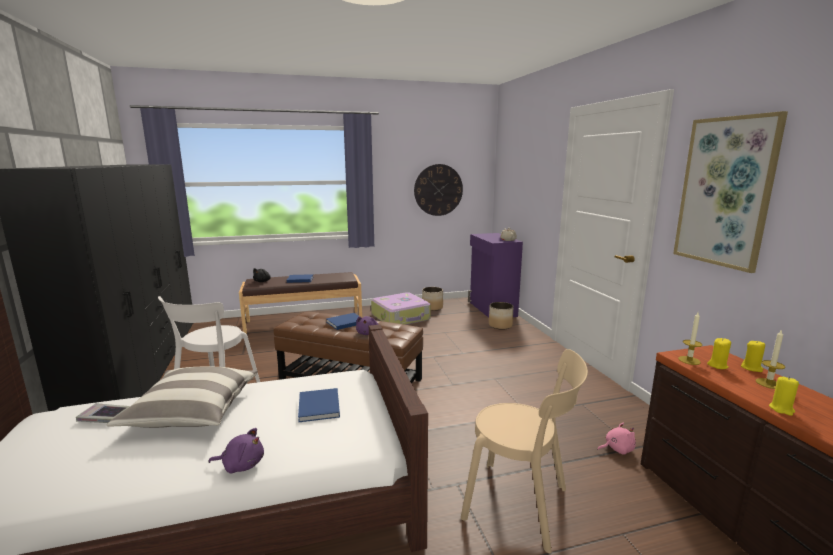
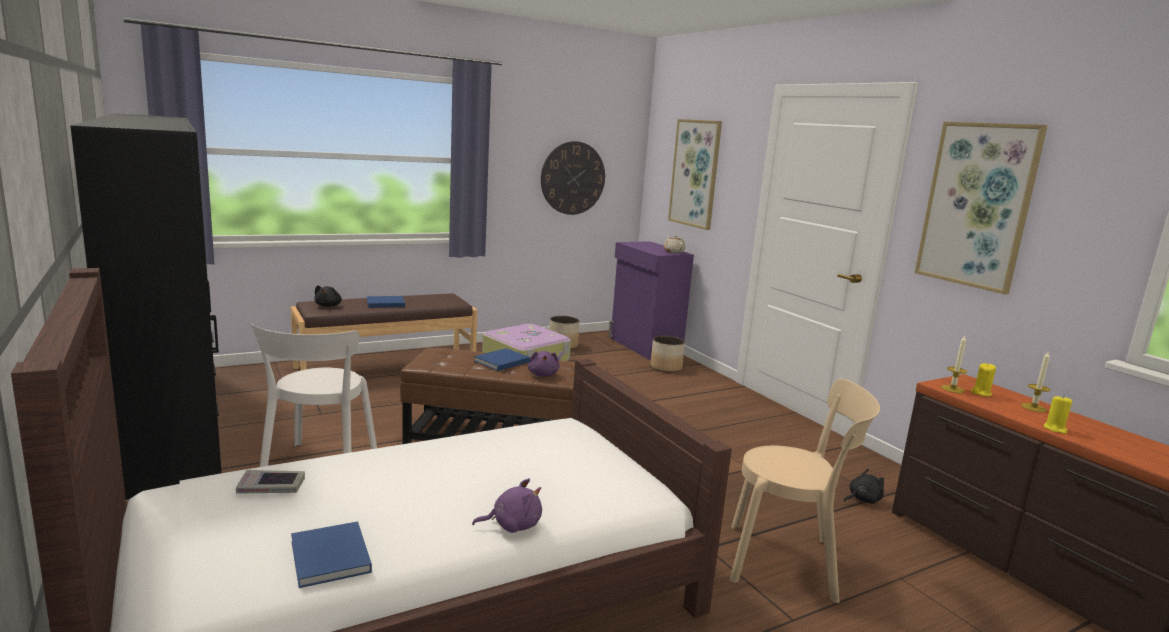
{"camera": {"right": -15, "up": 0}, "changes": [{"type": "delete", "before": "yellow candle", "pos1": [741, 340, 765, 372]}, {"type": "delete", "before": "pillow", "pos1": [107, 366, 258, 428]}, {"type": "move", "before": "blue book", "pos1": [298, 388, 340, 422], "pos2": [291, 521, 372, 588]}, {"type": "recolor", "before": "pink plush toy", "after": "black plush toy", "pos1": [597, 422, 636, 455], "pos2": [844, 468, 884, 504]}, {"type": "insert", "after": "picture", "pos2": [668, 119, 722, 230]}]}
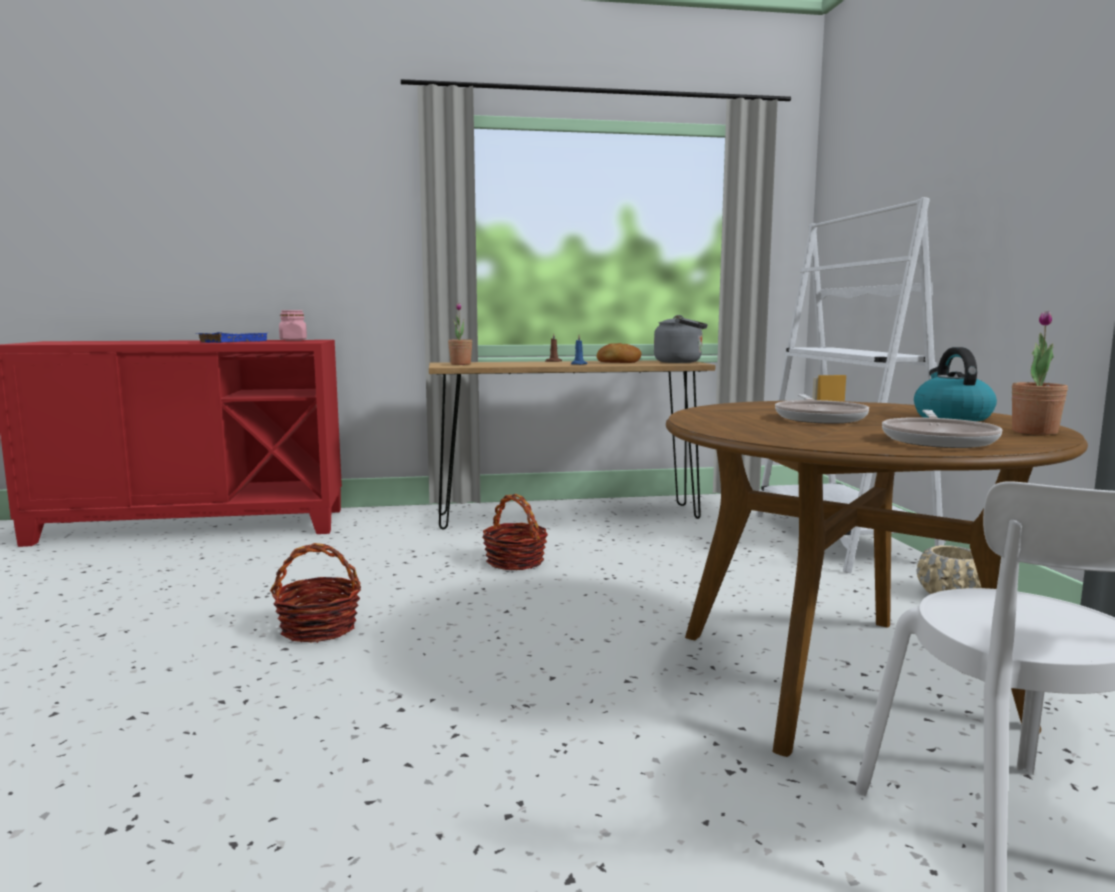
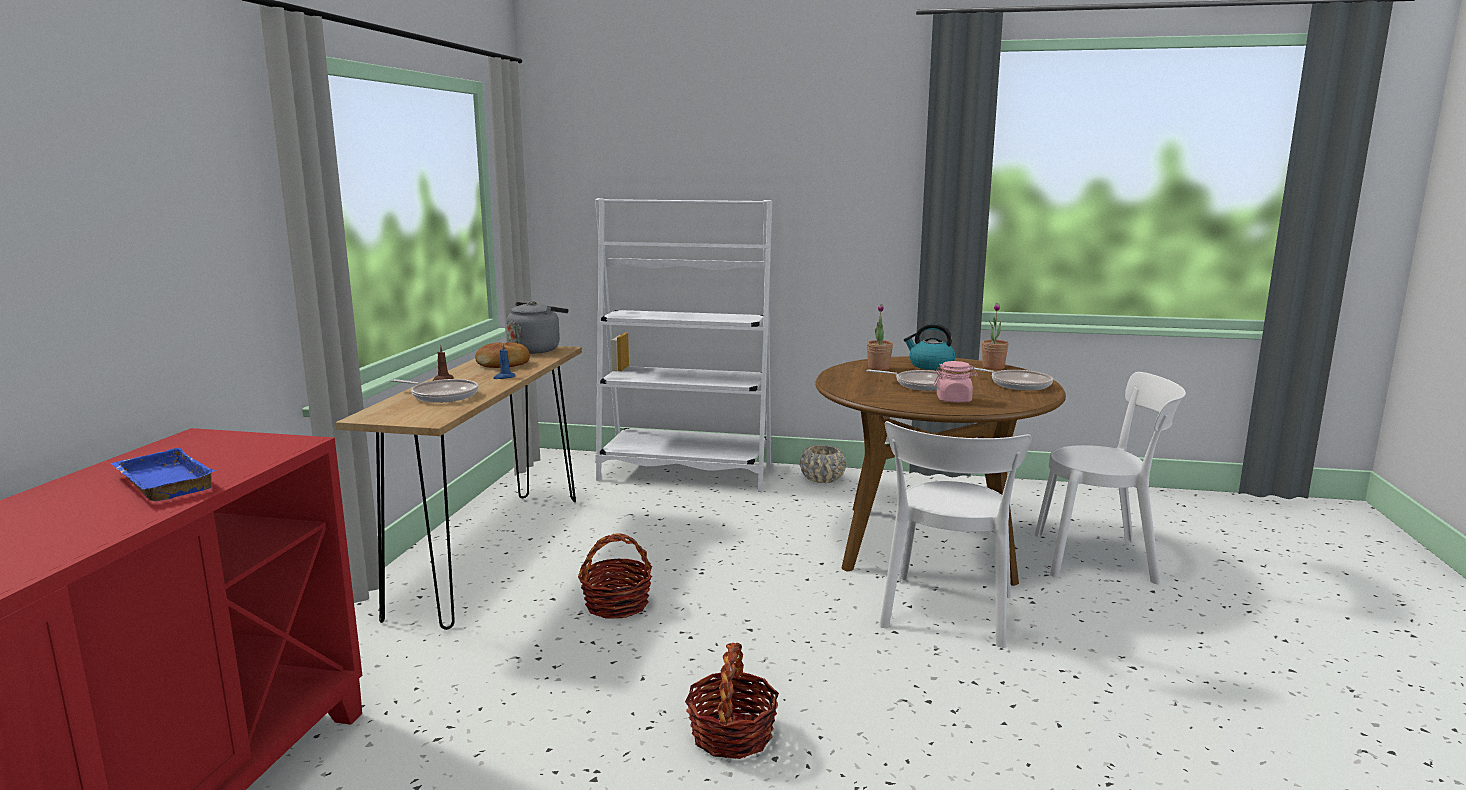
{"camera": {"right": -70, "up": 5}, "changes": [{"type": "move", "before": "potted plant", "pos1": [448, 303, 472, 365], "pos2": [867, 304, 893, 370]}, {"type": "move", "before": "pink jar", "pos1": [279, 310, 307, 341], "pos2": [934, 361, 978, 403]}, {"type": "insert", "after": "frying pan", "pos2": [390, 379, 479, 403]}, {"type": "insert", "after": "white chair", "pos2": [880, 421, 1032, 648]}]}
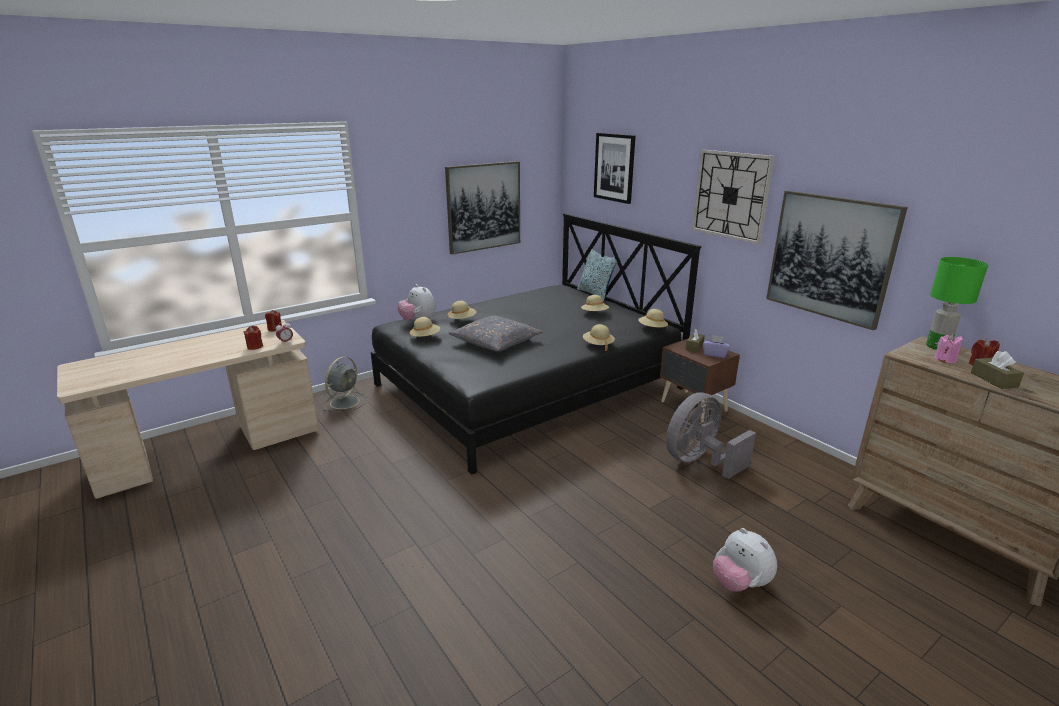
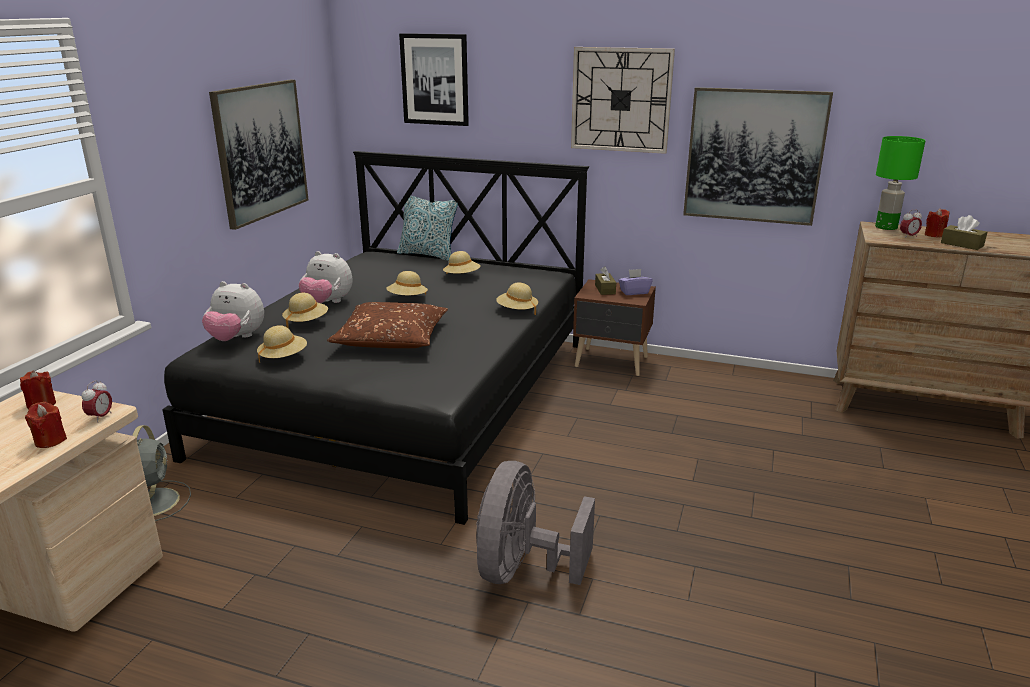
{"camera": {"right": -35, "up": 0}, "changes": [{"type": "move", "before": "beige hat", "pos1": [638, 309, 668, 328], "pos2": [386, 271, 428, 295]}, {"type": "recolor", "before": "grey pillow", "after": "brown pillow", "pos1": [448, 315, 543, 351], "pos2": [327, 302, 448, 348]}, {"type": "replace", "before": "pink candle", "after": "alarm clock", "pos1": [934, 334, 963, 363], "pos2": [900, 210, 922, 238]}, {"type": "move", "before": "grey fan", "pos1": [666, 392, 756, 479], "pos2": [476, 461, 595, 585]}, {"type": "move", "before": "plush toy", "pos1": [713, 528, 777, 592], "pos2": [299, 251, 353, 303]}]}
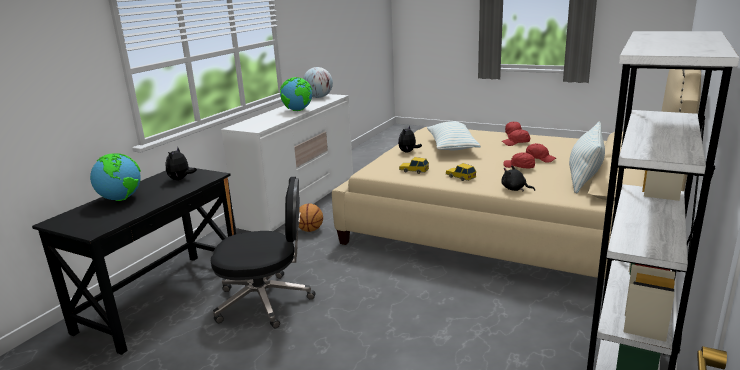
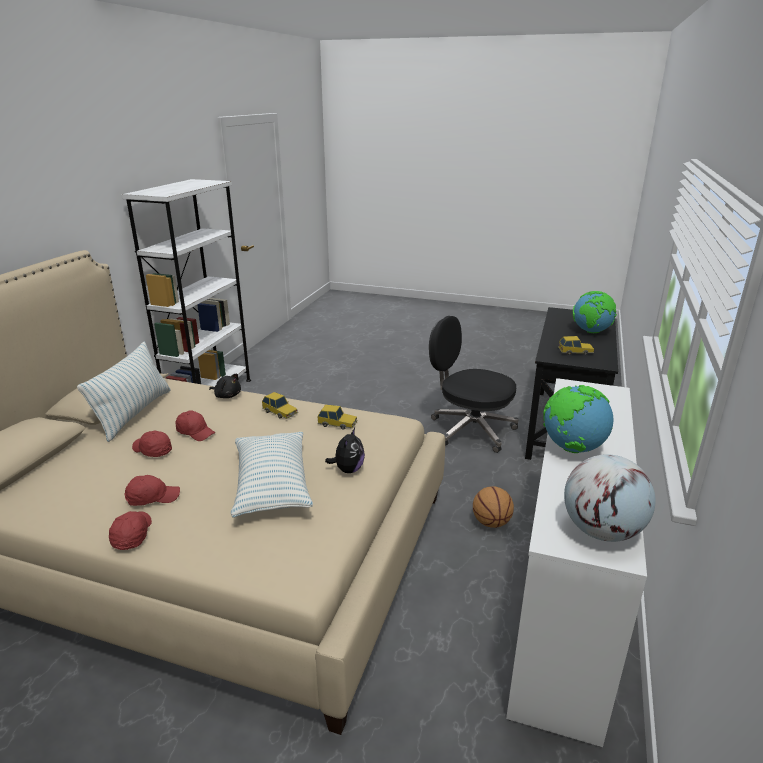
{"camera": {"right": 170, "up": 5}, "changes": [{"type": "replace", "before": "plush toy", "after": "toy car", "pos1": [166, 147, 197, 180], "pos2": [558, 336, 594, 355]}, {"type": "rotate", "before": "black office chair", "pos1": [211, 177, 315, 328], "pos2": [429, 316, 519, 453], "turn": 45}]}
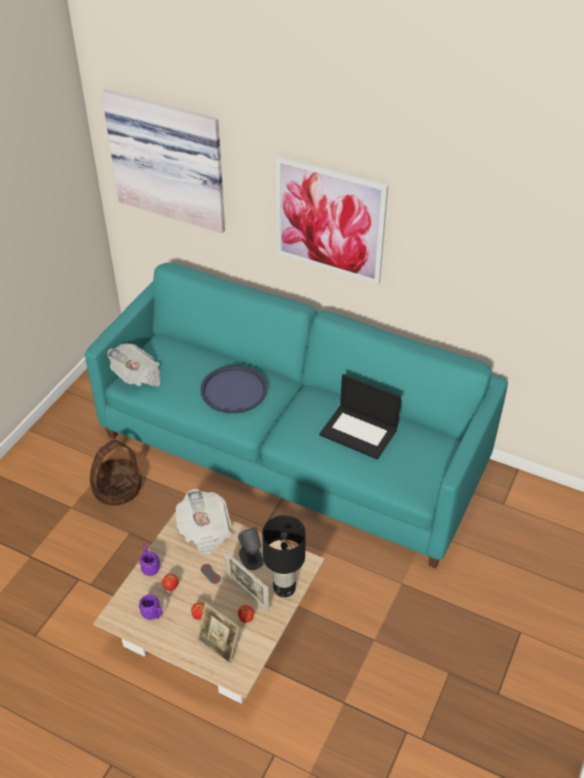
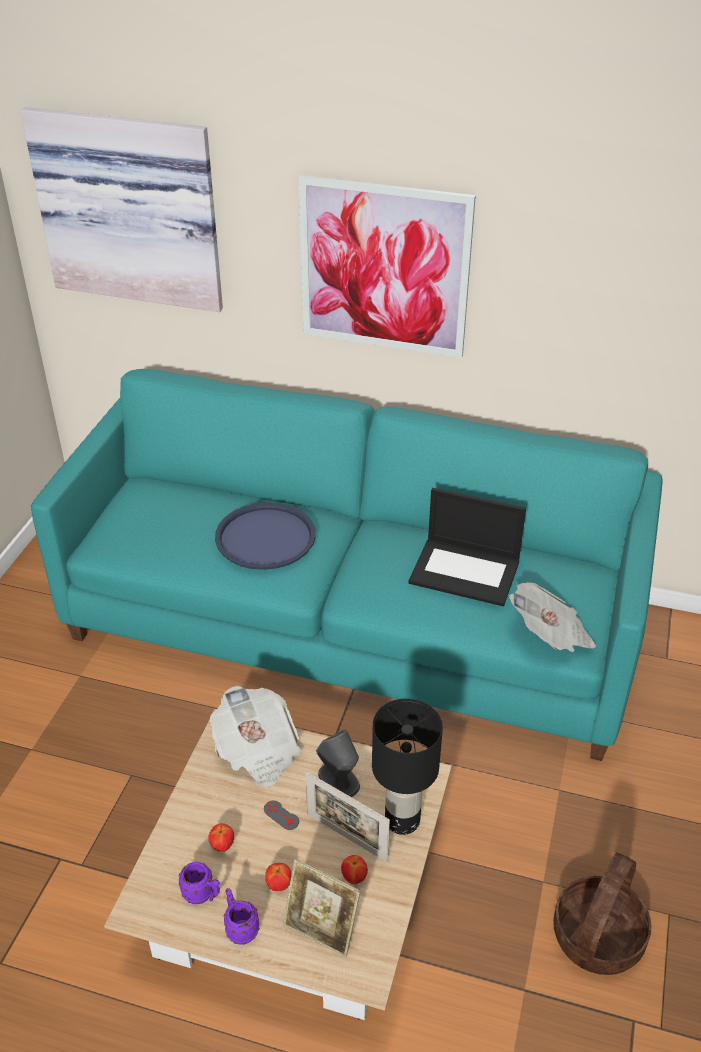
{"camera": {"right": -10, "up": -5}, "changes": [{"type": "move", "before": "newspaper", "pos1": [107, 344, 160, 386], "pos2": [509, 582, 596, 652]}, {"type": "move", "before": "basket", "pos1": [90, 440, 142, 506], "pos2": [553, 852, 652, 975]}, {"type": "move", "before": "purple mug", "pos1": [139, 544, 160, 576], "pos2": [224, 888, 259, 945]}]}
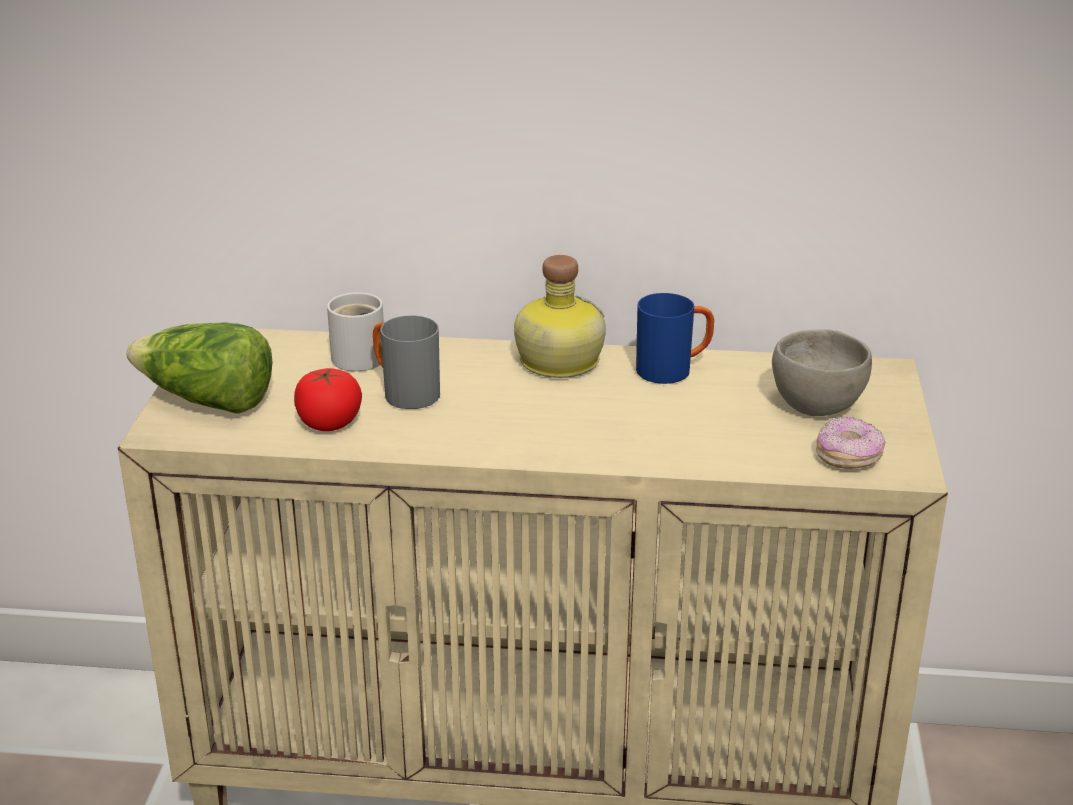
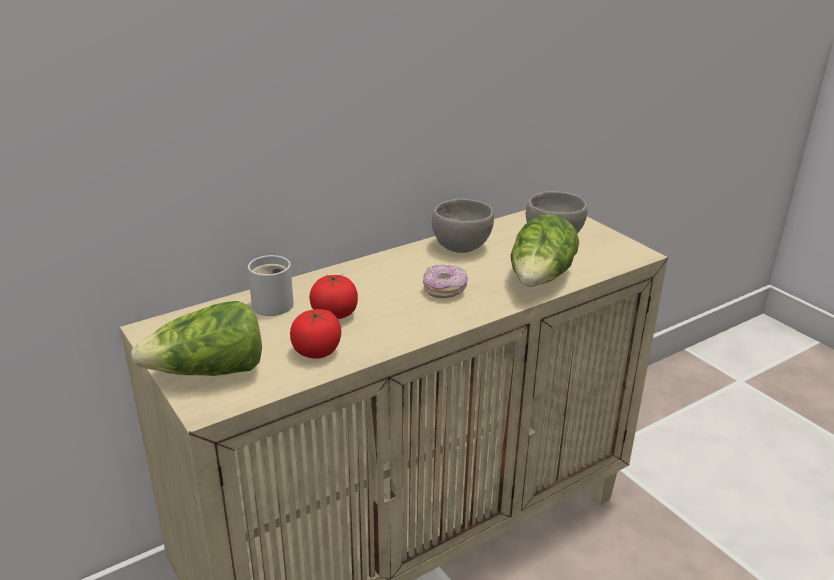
{"camera": {"right": -40, "up": 0}, "changes": [{"type": "delete", "before": "bottle", "pos1": [514, 255, 606, 378]}, {"type": "replace", "before": "blue mug", "after": "grey bowl", "pos1": [636, 293, 714, 384], "pos2": [432, 199, 494, 253]}, {"type": "replace", "before": "grey mug", "after": "tomato", "pos1": [373, 316, 440, 409], "pos2": [309, 275, 358, 319]}, {"type": "move", "before": "donut", "pos1": [816, 416, 886, 469], "pos2": [423, 265, 468, 298]}, {"type": "insert", "after": "lettuce", "pos2": [510, 214, 579, 286]}]}
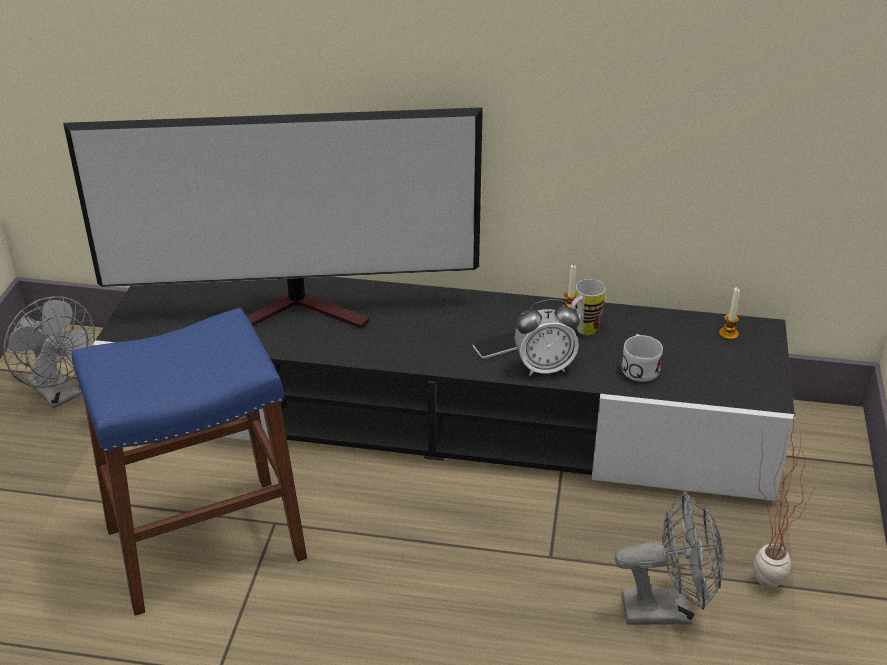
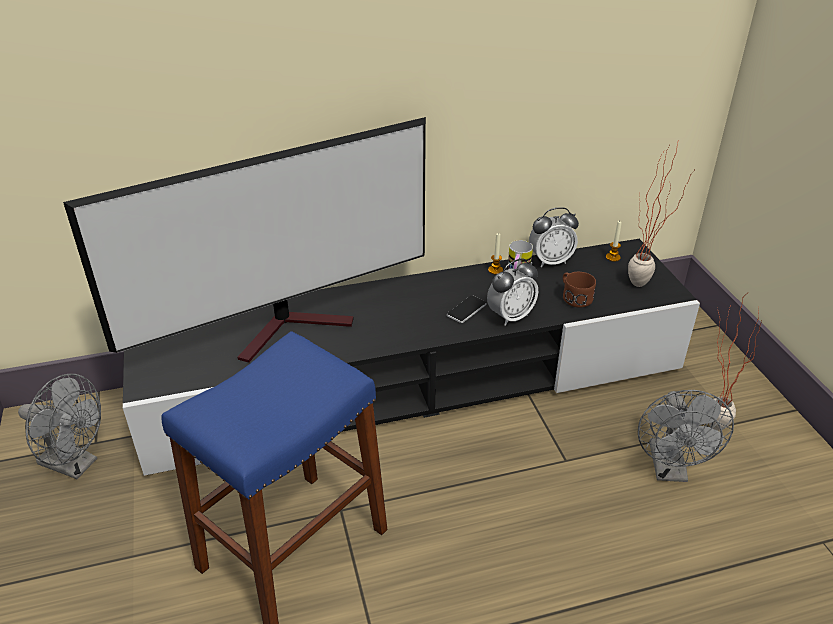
{"camera": {"right": -25, "up": 0}, "changes": [{"type": "recolor", "before": "white mug", "after": "brown mug", "pos1": [621, 334, 663, 382], "pos2": [563, 272, 596, 308]}, {"type": "rotate", "before": "grey fan", "pos1": [615, 491, 724, 625], "pos2": [638, 390, 734, 482], "turn": 120}, {"type": "insert", "after": "potted plant", "pos2": [628, 139, 694, 287]}, {"type": "insert", "after": "alarm clock", "pos2": [529, 207, 579, 267]}]}
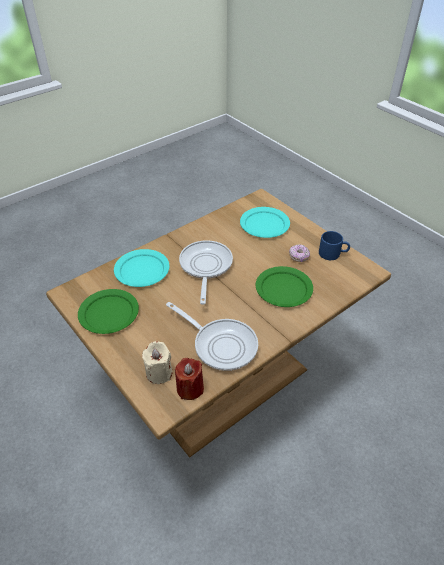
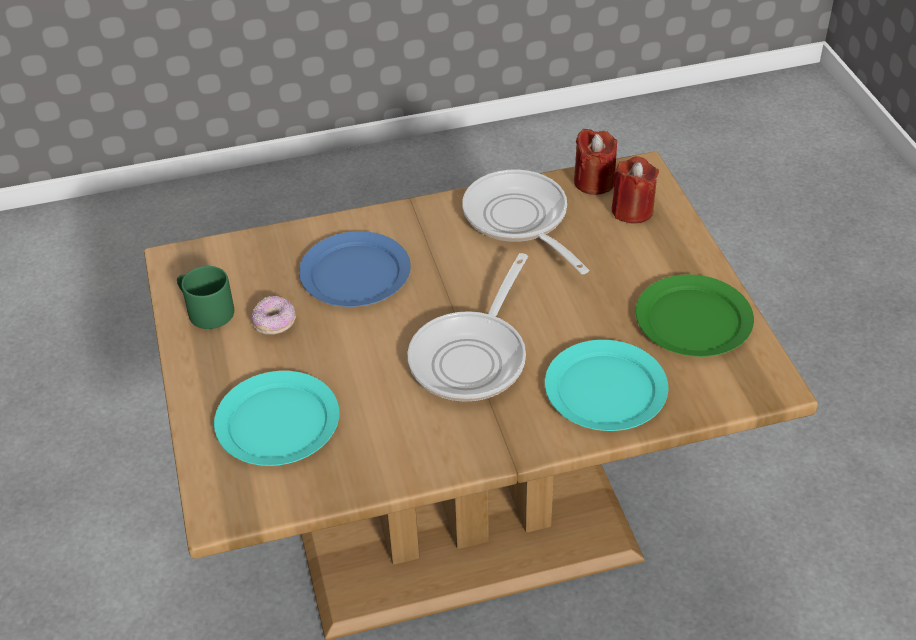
{"camera": {"right": -155, "up": 0}, "changes": [{"type": "recolor", "before": "blue mug", "after": "green mug", "pos1": [319, 231, 350, 260], "pos2": [177, 266, 234, 329]}, {"type": "recolor", "before": "green plate", "after": "blue plate", "pos1": [256, 266, 313, 307], "pos2": [299, 231, 411, 307]}, {"type": "recolor", "before": "beige candle", "after": "red candle", "pos1": [142, 341, 172, 384], "pos2": [611, 156, 659, 224]}]}
